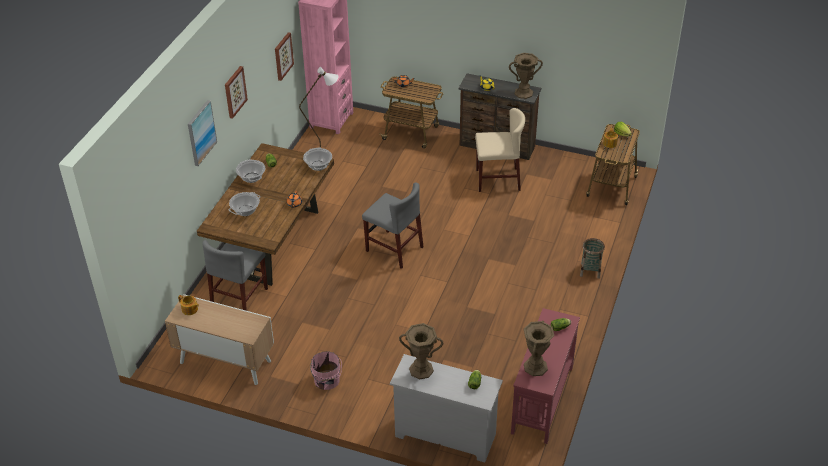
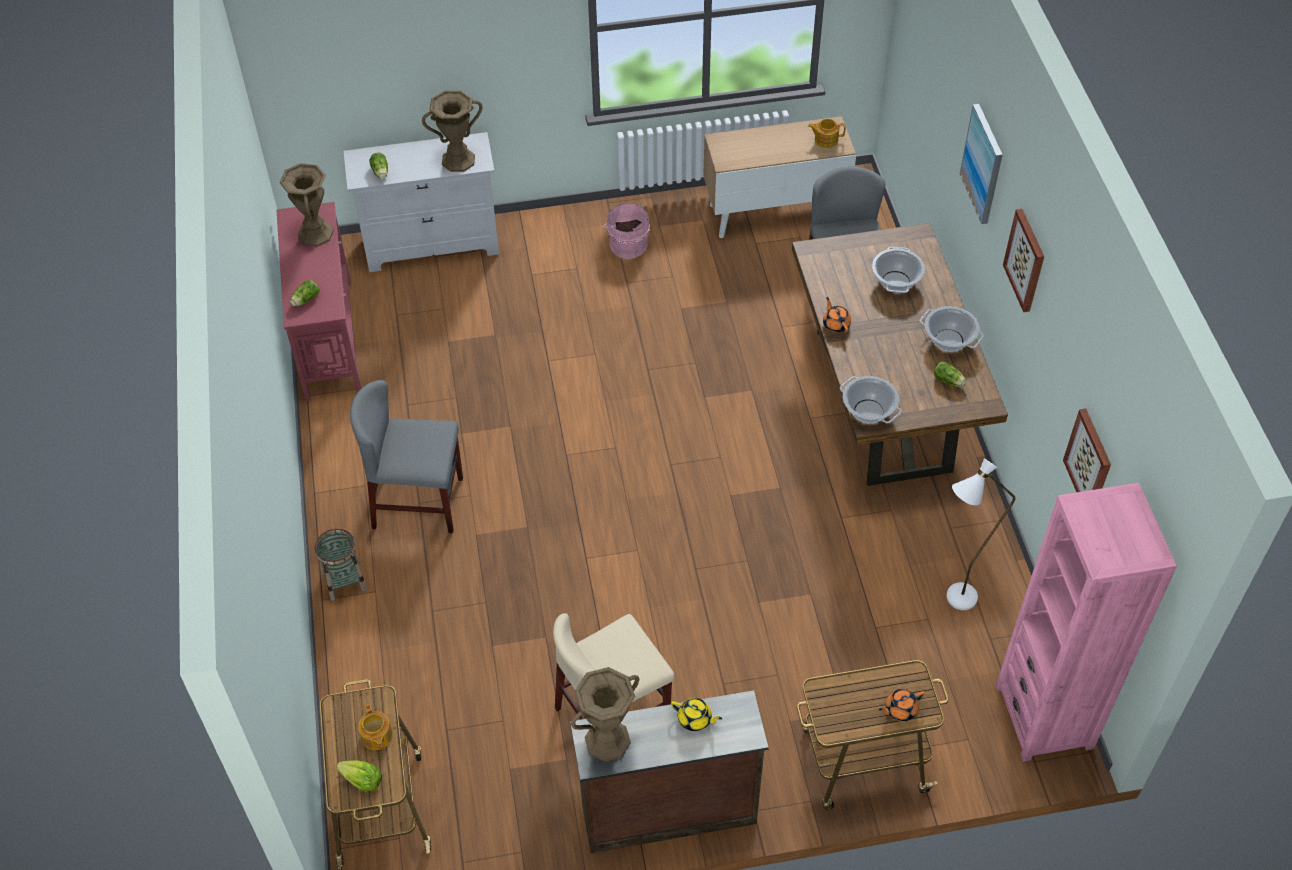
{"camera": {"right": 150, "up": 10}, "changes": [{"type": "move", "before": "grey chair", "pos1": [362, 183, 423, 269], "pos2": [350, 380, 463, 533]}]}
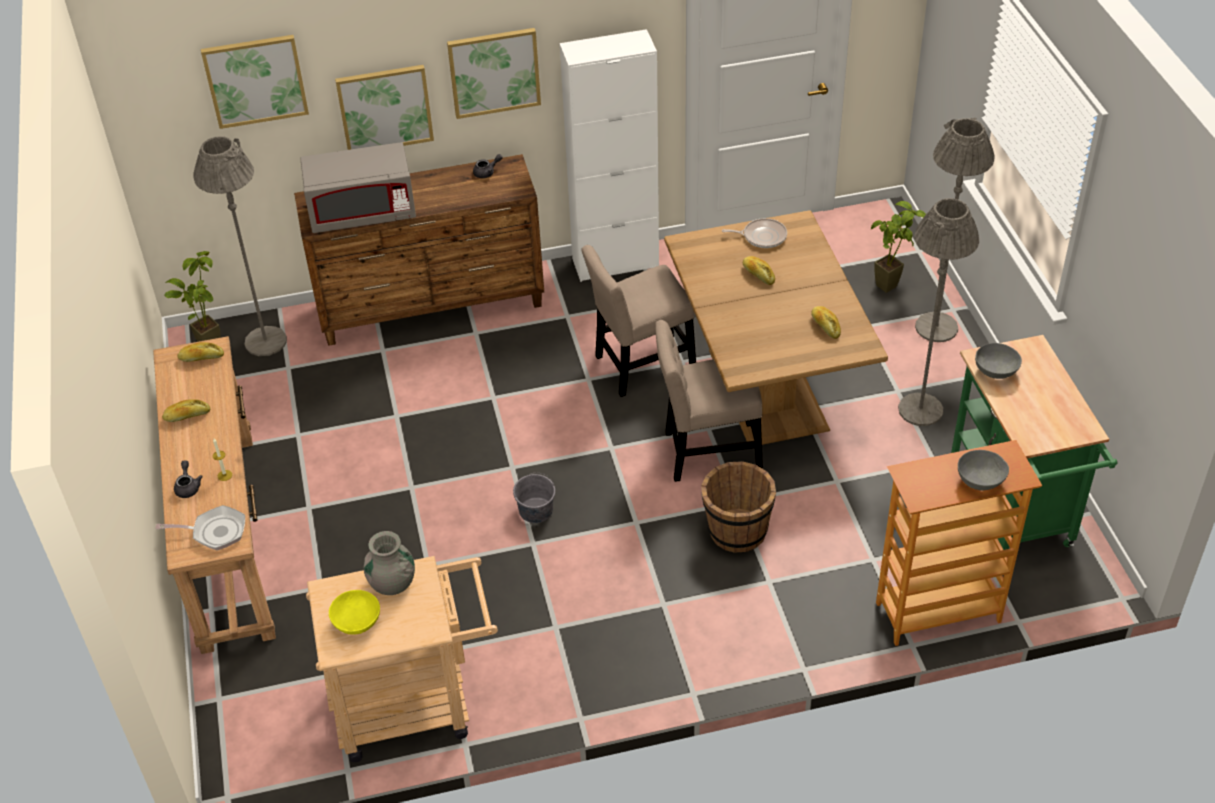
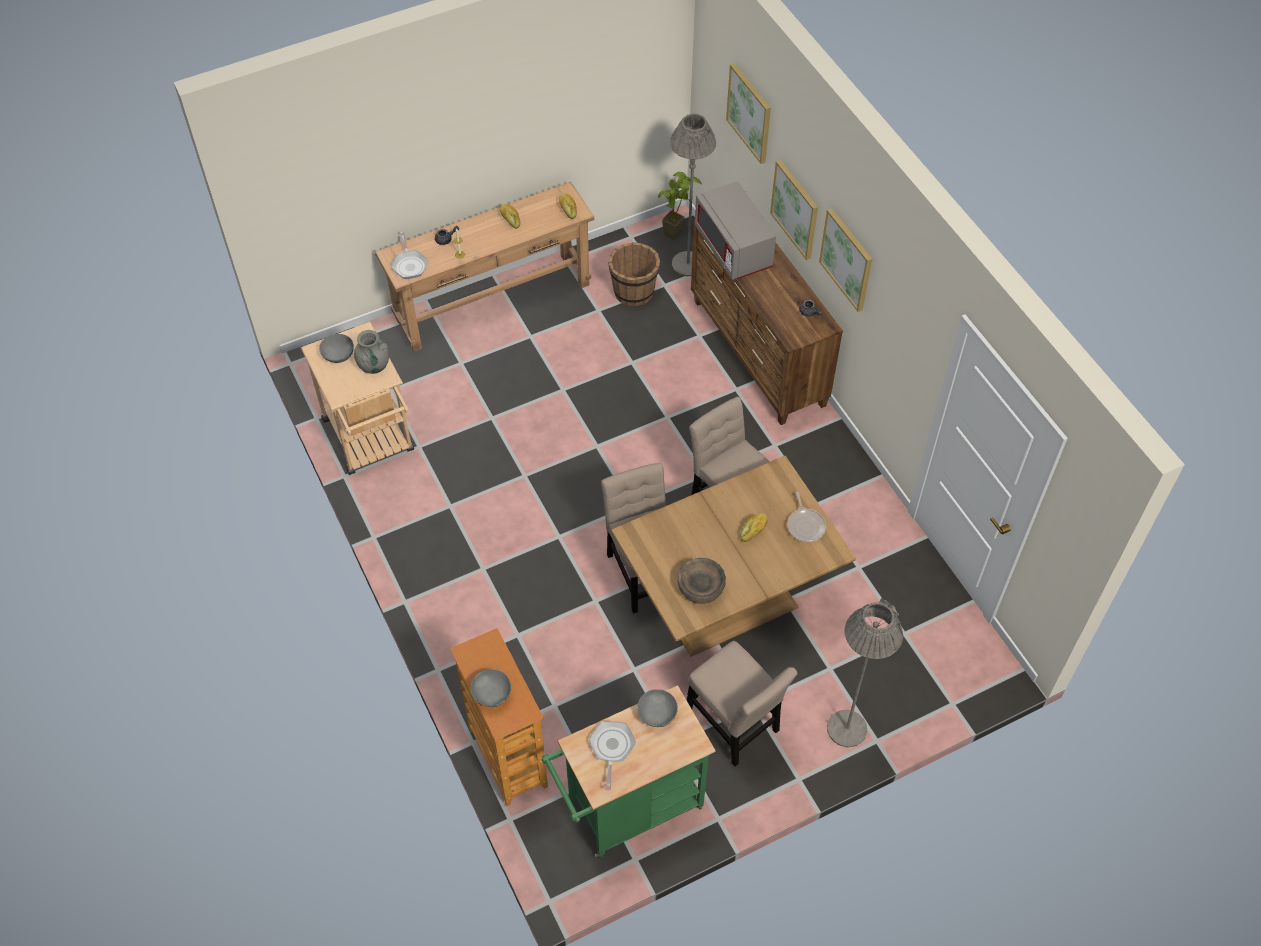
{"camera": {"right": 75, "up": 10}, "changes": [{"type": "delete", "before": "white cabinet", "pos1": [560, 29, 659, 282]}, {"type": "replace", "before": "grey floor lamp", "after": "beige chair", "pos1": [898, 198, 979, 426], "pos2": [687, 641, 797, 767]}, {"type": "delete", "before": "potted plant", "pos1": [871, 201, 926, 293]}, {"type": "replace", "before": "bread", "after": "brown bowl", "pos1": [811, 306, 841, 339], "pos2": [678, 558, 726, 604]}, {"type": "move", "before": "brown bucket", "pos1": [701, 461, 776, 553], "pos2": [608, 242, 660, 306]}, {"type": "delete", "before": "grey bucket", "pos1": [513, 473, 555, 523]}, {"type": "recolor", "before": "yellow bowl", "after": "grey bowl", "pos1": [329, 590, 380, 635], "pos2": [320, 334, 354, 363]}, {"type": "insert", "after": "frying pan", "pos2": [589, 721, 636, 790]}]}
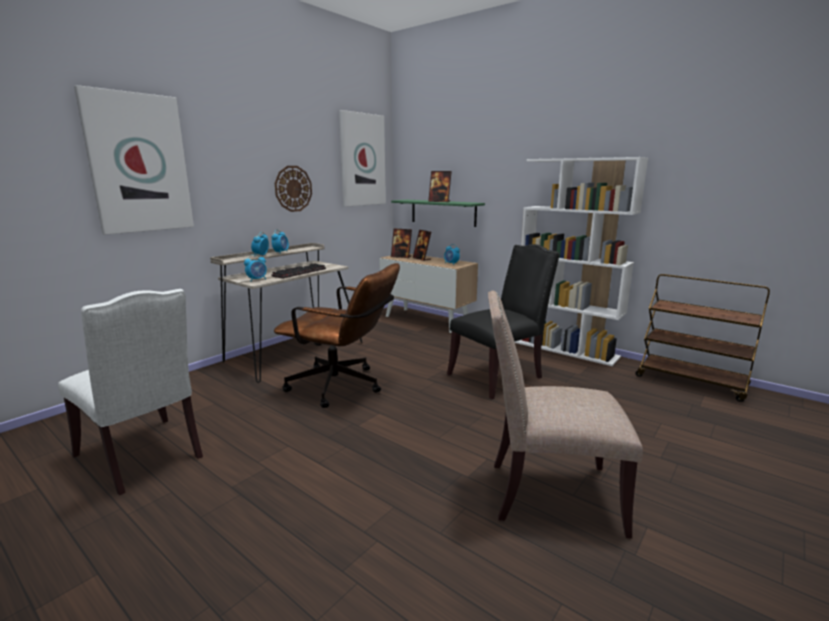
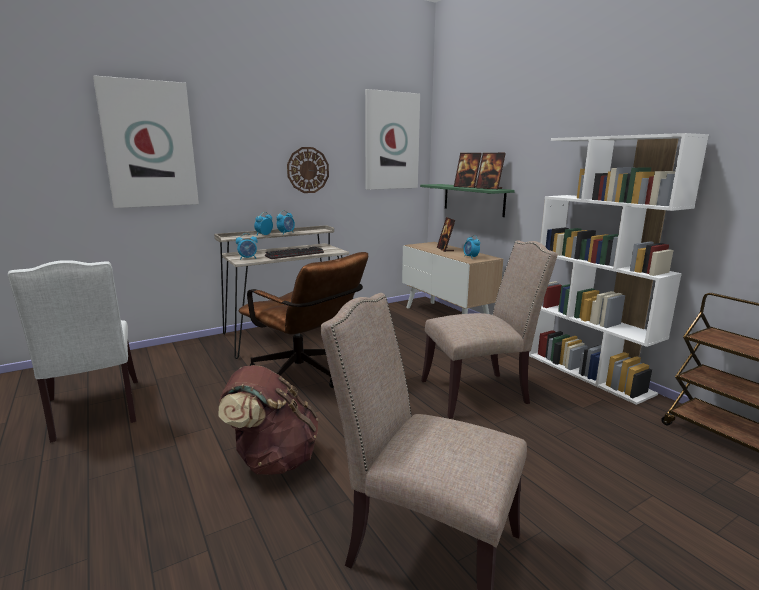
{"camera": {"right": 20, "up": 0}, "changes": [{"type": "move", "before": "picture frame", "pos1": [391, 229, 412, 258], "pos2": [476, 153, 506, 189]}, {"type": "recolor", "before": "black chair", "after": "beige chair", "pos1": [447, 244, 560, 399], "pos2": [421, 240, 557, 419]}, {"type": "insert", "after": "brown backpack", "pos2": [218, 365, 318, 475]}]}
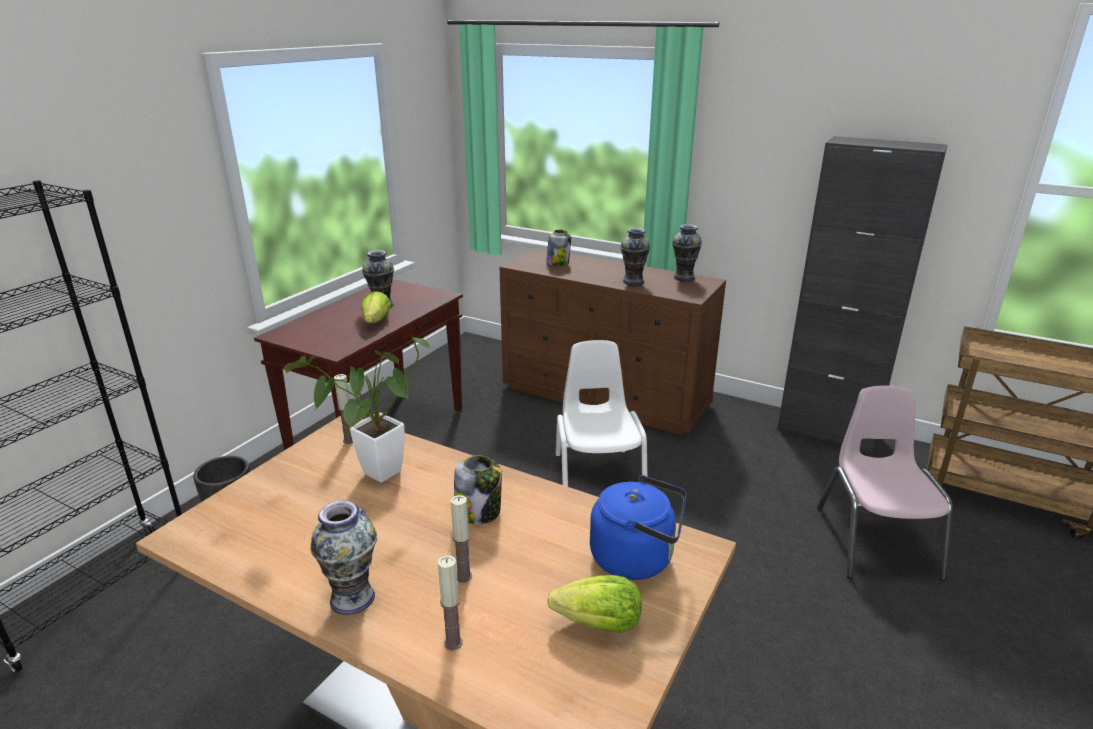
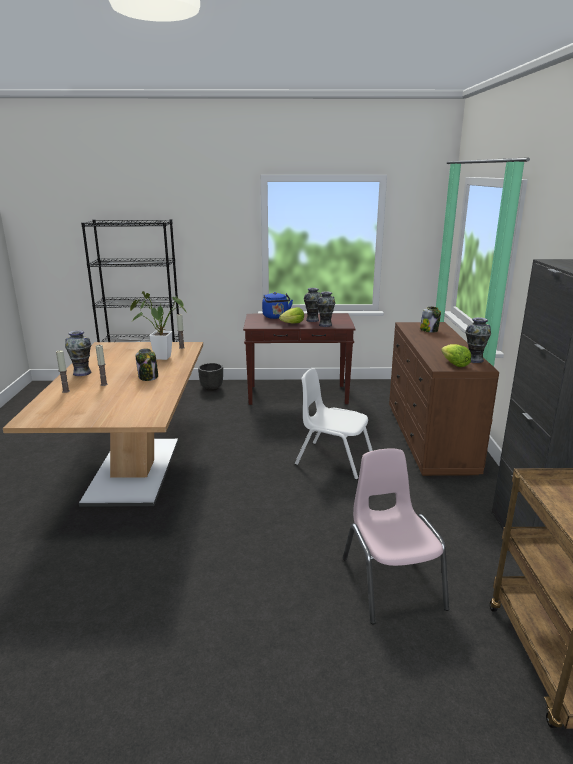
{"camera": {"right": 60, "up": -5}, "changes": [{"type": "move", "before": "vase", "pos1": [620, 228, 650, 286], "pos2": [316, 291, 335, 327]}, {"type": "rotate", "before": "white chair", "pos1": [556, 340, 647, 487], "pos2": [295, 368, 373, 480], "turn": -120}, {"type": "rotate", "before": "pink chair", "pos1": [817, 386, 953, 581], "pos2": [343, 448, 449, 624], "turn": -75}, {"type": "move", "before": "blue kettle", "pos1": [590, 475, 686, 580], "pos2": [262, 292, 293, 319]}, {"type": "move", "before": "lettuce", "pos1": [548, 575, 642, 633], "pos2": [441, 344, 471, 367]}]}
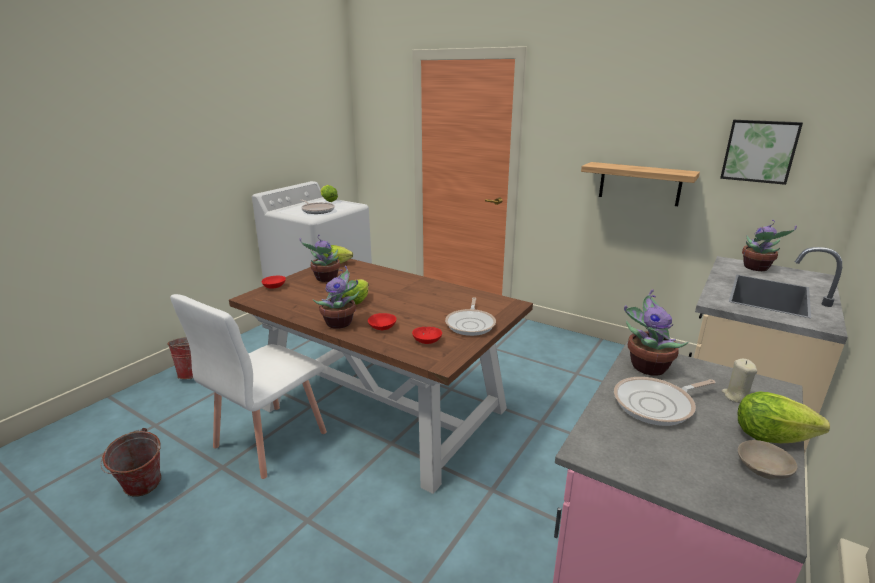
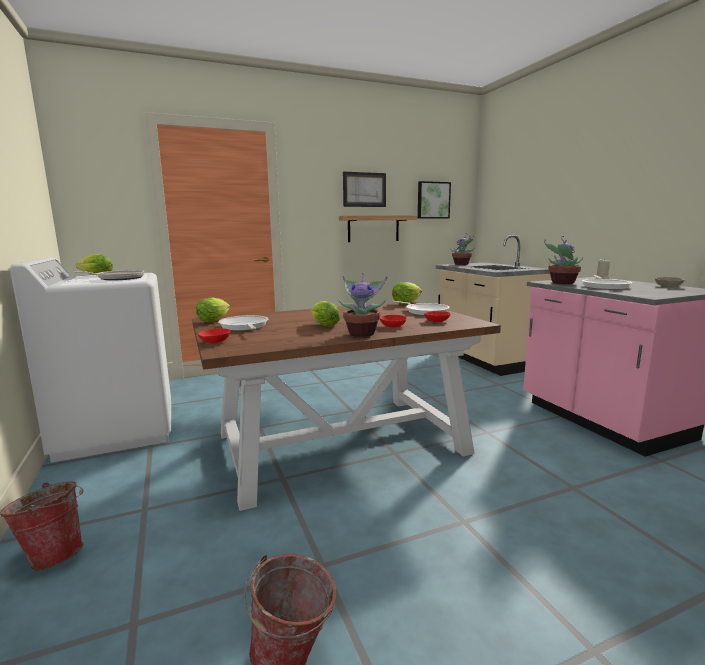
{"camera": {"right": -55, "up": -10}, "changes": [{"type": "replace", "before": "potted plant", "after": "frying pan", "pos1": [300, 235, 340, 282], "pos2": [218, 315, 268, 331]}, {"type": "delete", "before": "white chair", "pos1": [170, 294, 327, 479]}, {"type": "move", "before": "lettuce", "pos1": [738, 392, 830, 443], "pos2": [392, 282, 422, 304]}, {"type": "insert", "after": "picture", "pos2": [343, 172, 386, 207]}]}
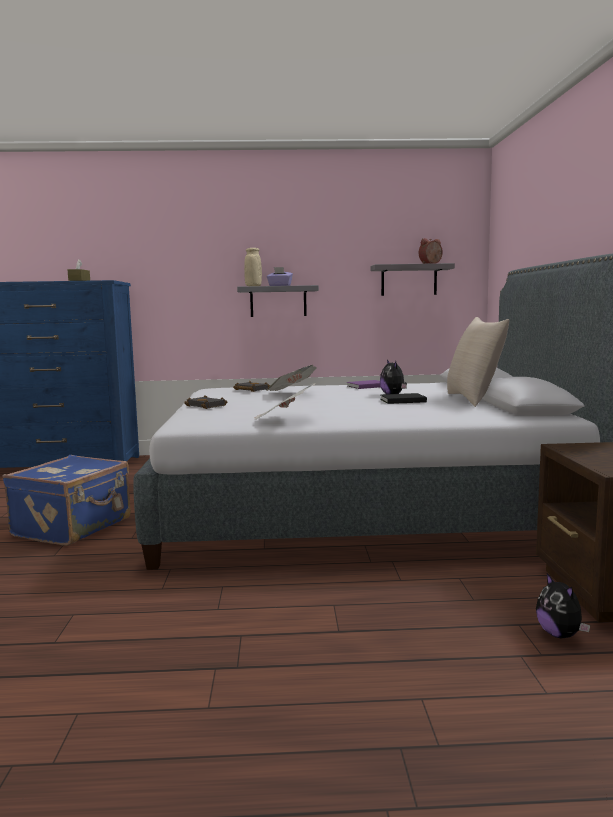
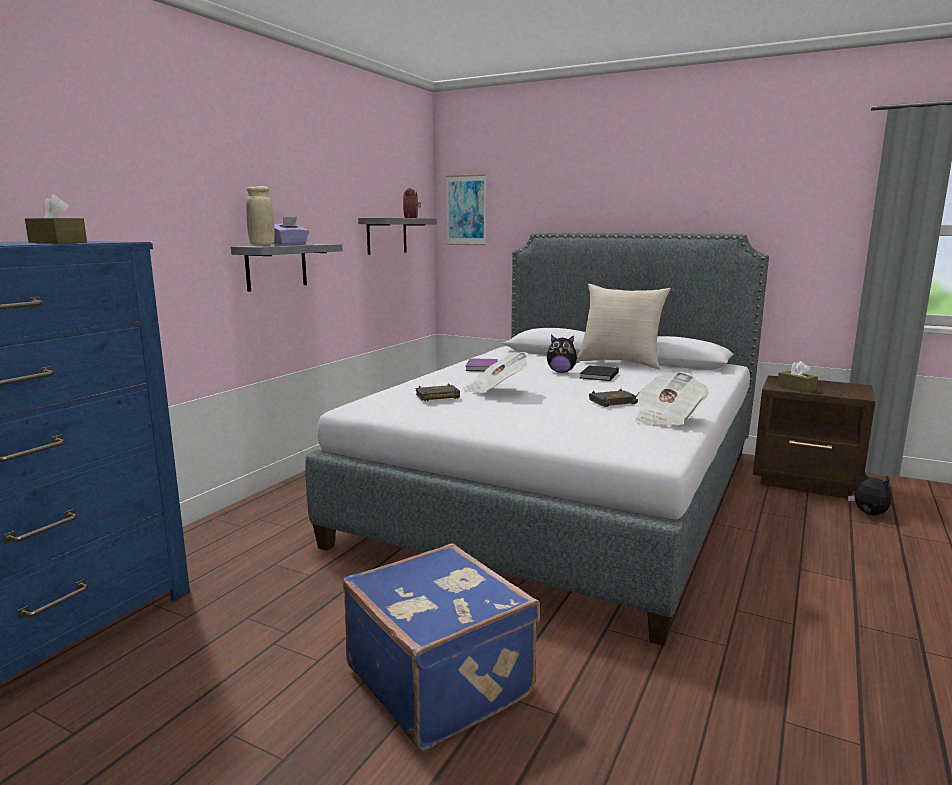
{"camera": {"right": -60, "up": 5}, "changes": [{"type": "move", "before": "black book", "pos1": [184, 395, 227, 409], "pos2": [589, 389, 638, 407]}, {"type": "rotate", "before": "plush toy", "pos1": [536, 573, 590, 638], "pos2": [848, 472, 891, 515], "turn": -135}, {"type": "insert", "after": "picture", "pos2": [446, 174, 486, 245]}, {"type": "insert", "after": "brown tissue box", "pos2": [777, 361, 818, 392]}]}
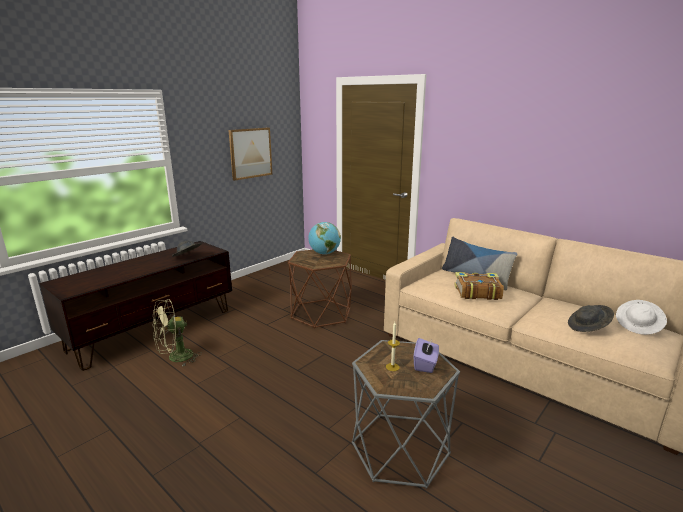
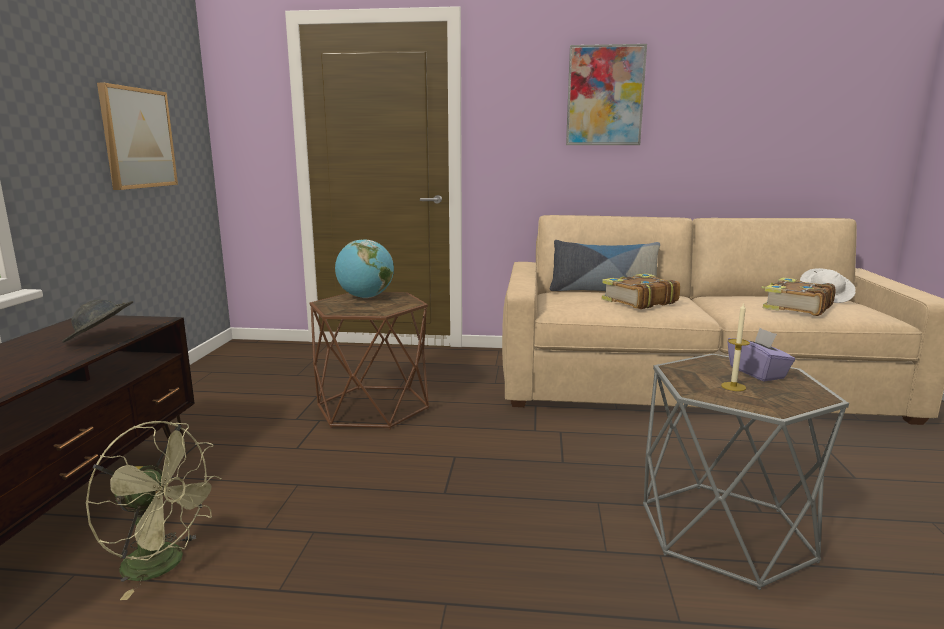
{"camera": {"right": -35, "up": -5}, "changes": [{"type": "rotate", "before": "green fan", "pos1": [152, 299, 202, 367], "pos2": [85, 421, 221, 600], "turn": -90}, {"type": "replace", "before": "grey hat", "after": "book", "pos1": [568, 305, 614, 332], "pos2": [761, 277, 835, 316]}, {"type": "insert", "after": "picture", "pos2": [566, 44, 647, 145]}]}
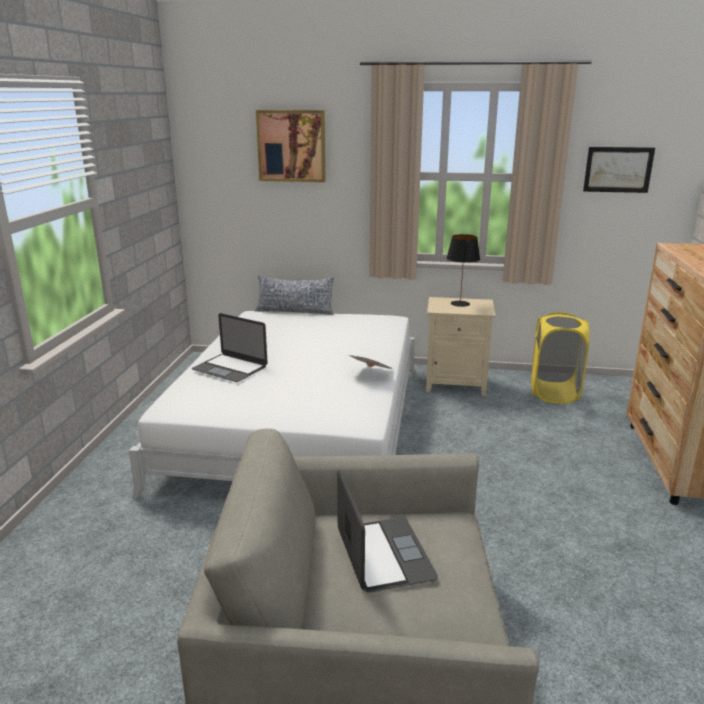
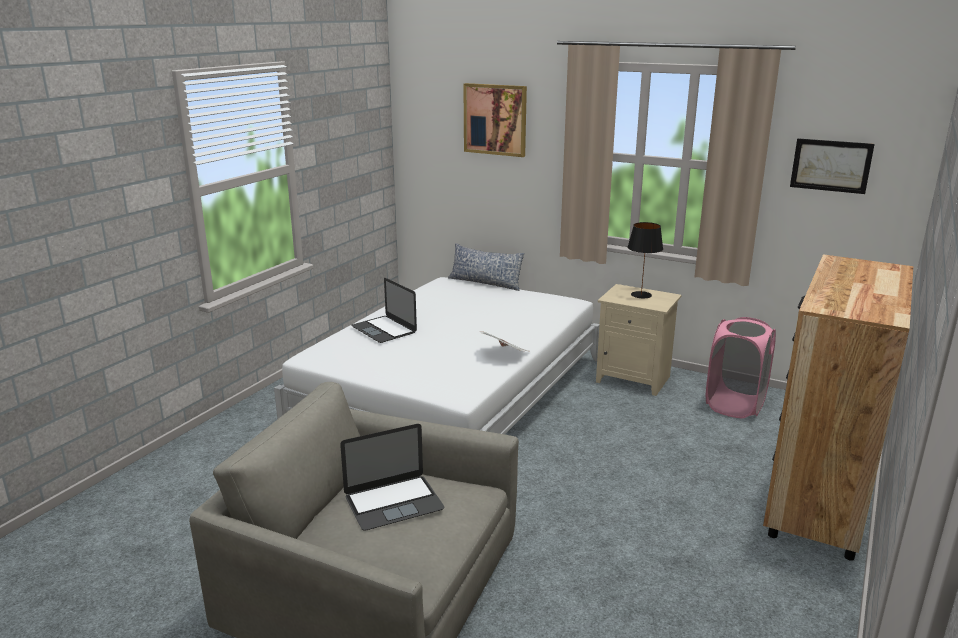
{"camera": {"right": 20, "up": 0}, "changes": [{"type": "recolor", "before": "yellow laundry basket", "after": "pink laundry basket", "pos1": [531, 312, 589, 404], "pos2": [706, 317, 776, 418]}, {"type": "rotate", "before": "laptop", "pos1": [337, 469, 438, 593], "pos2": [340, 424, 444, 531], "turn": 60}]}
